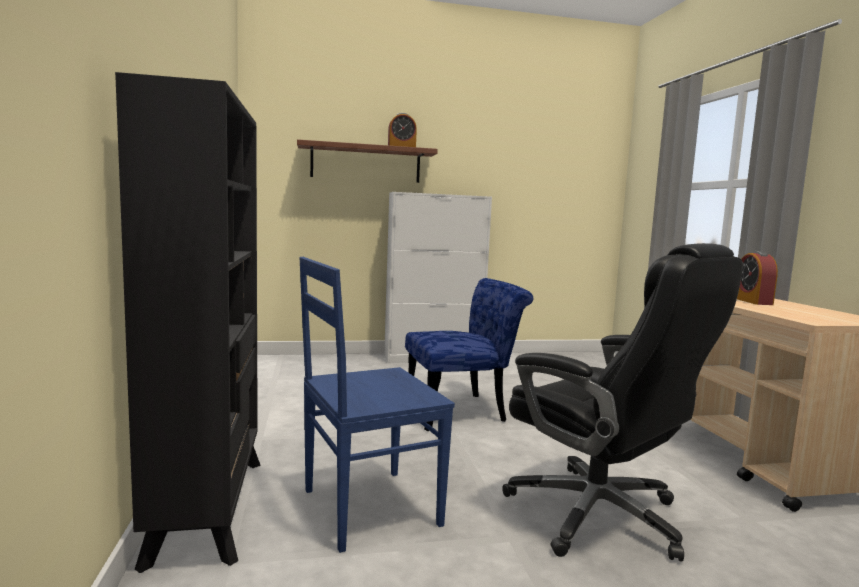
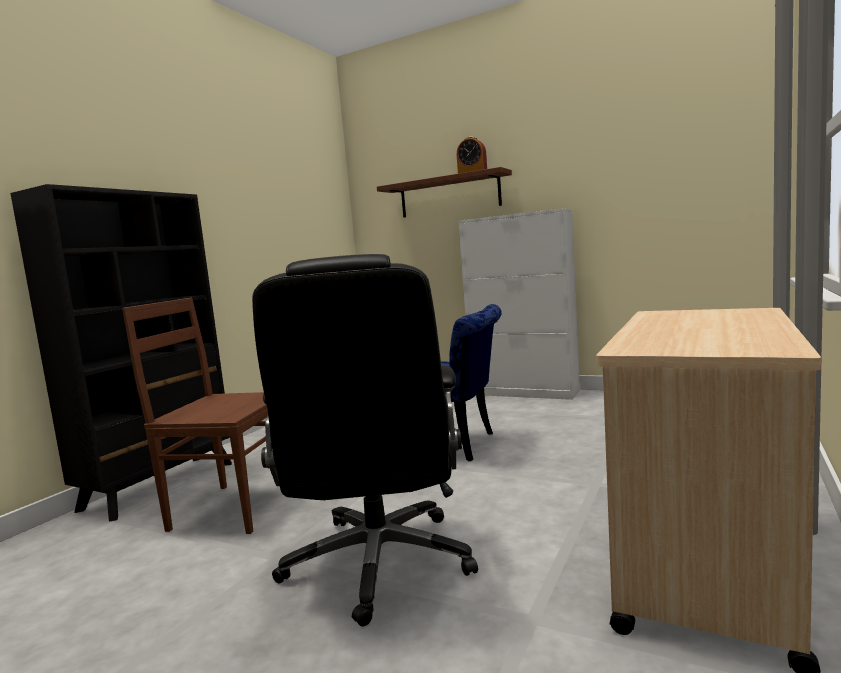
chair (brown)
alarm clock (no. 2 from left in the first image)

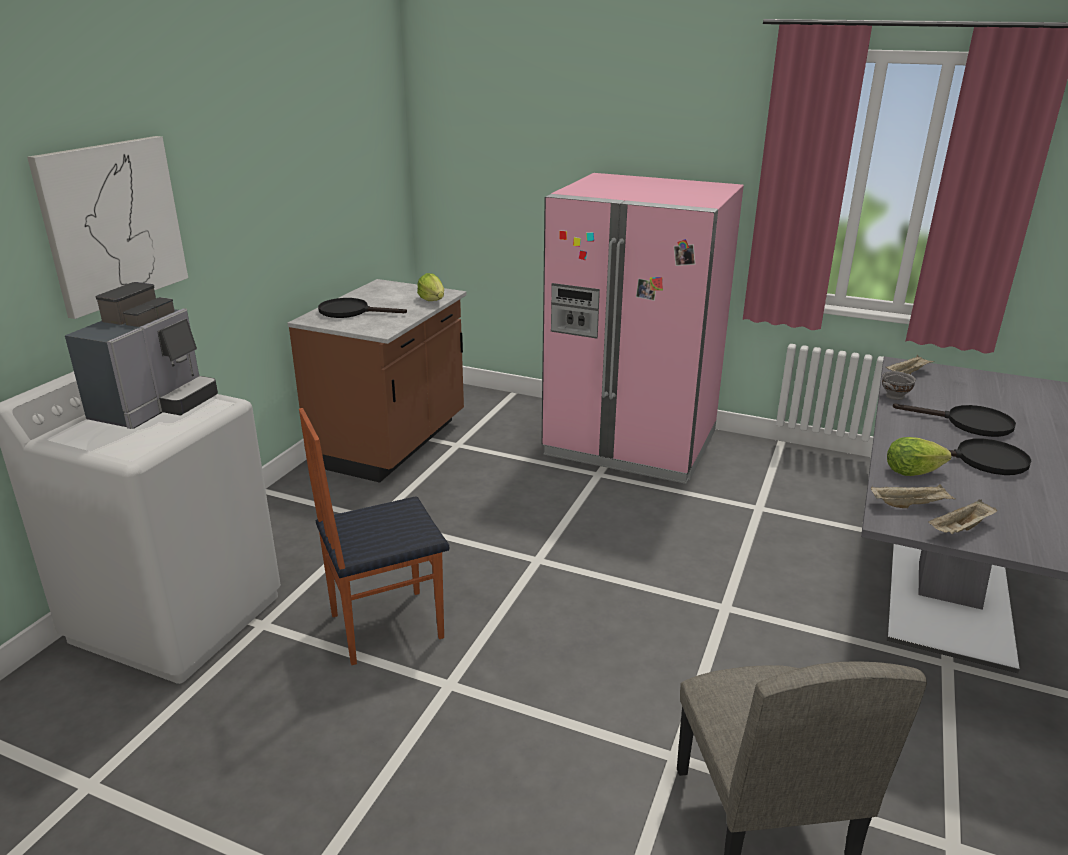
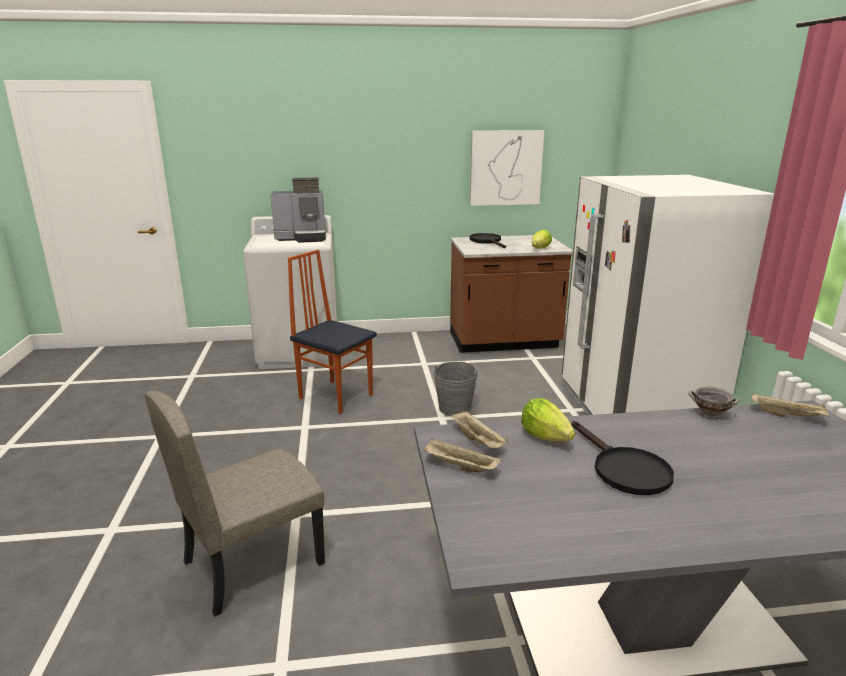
picture
fridge (white)
frying pan (black) (no. 2 from left in the first image)
bucket (grey)

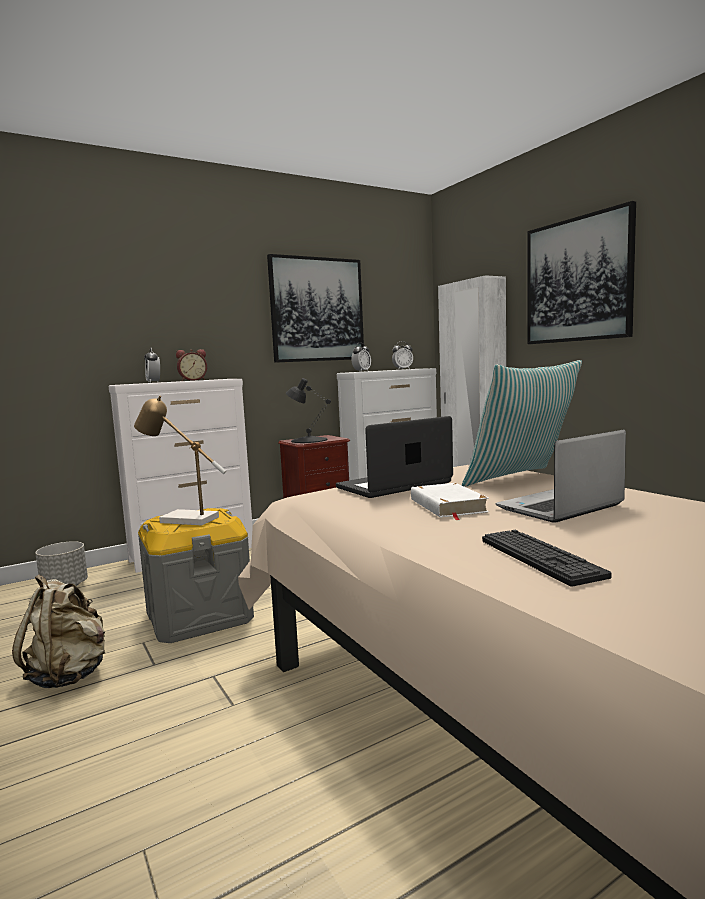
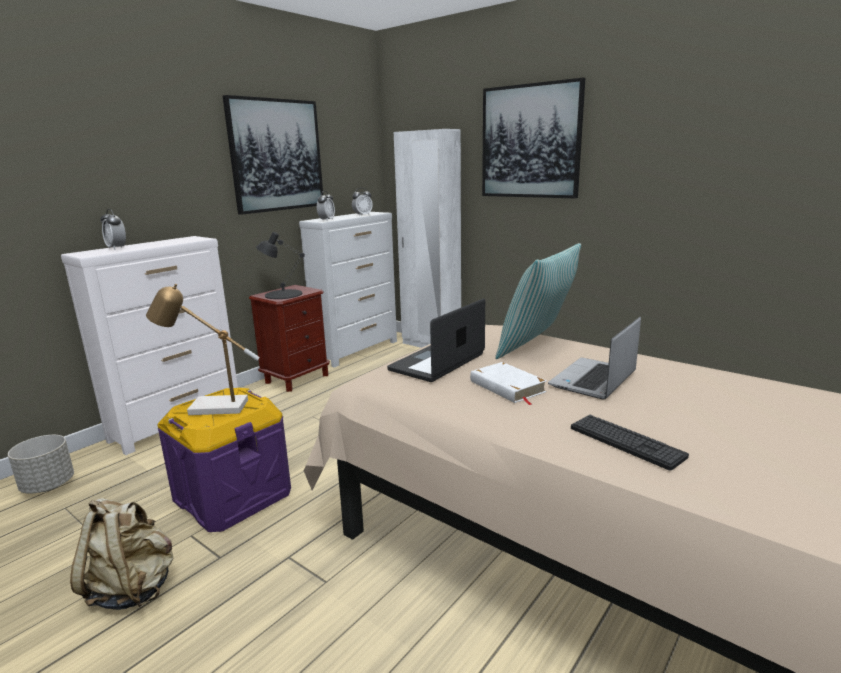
storage box (purple)
alarm clock (no. 2 from left in the first image)

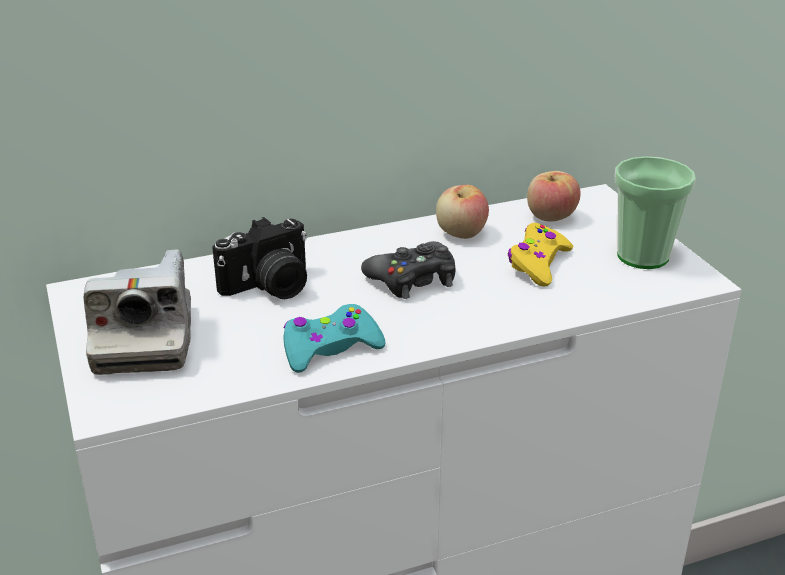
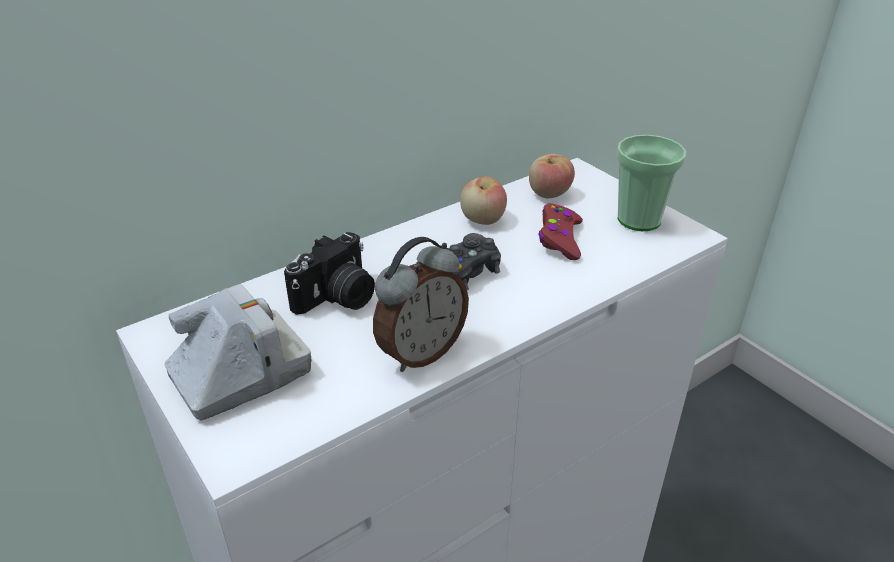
photo camera (no. 1 from left)
alarm clock
game controller (red)

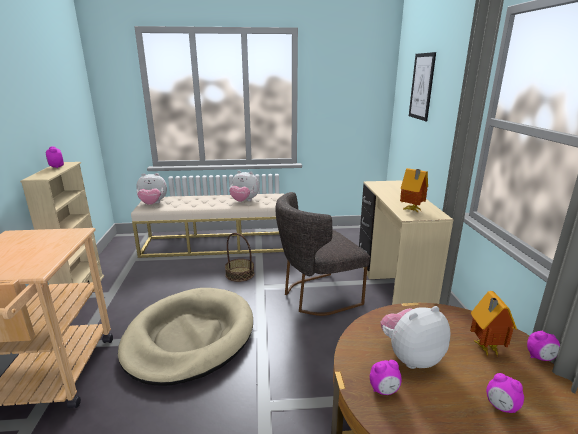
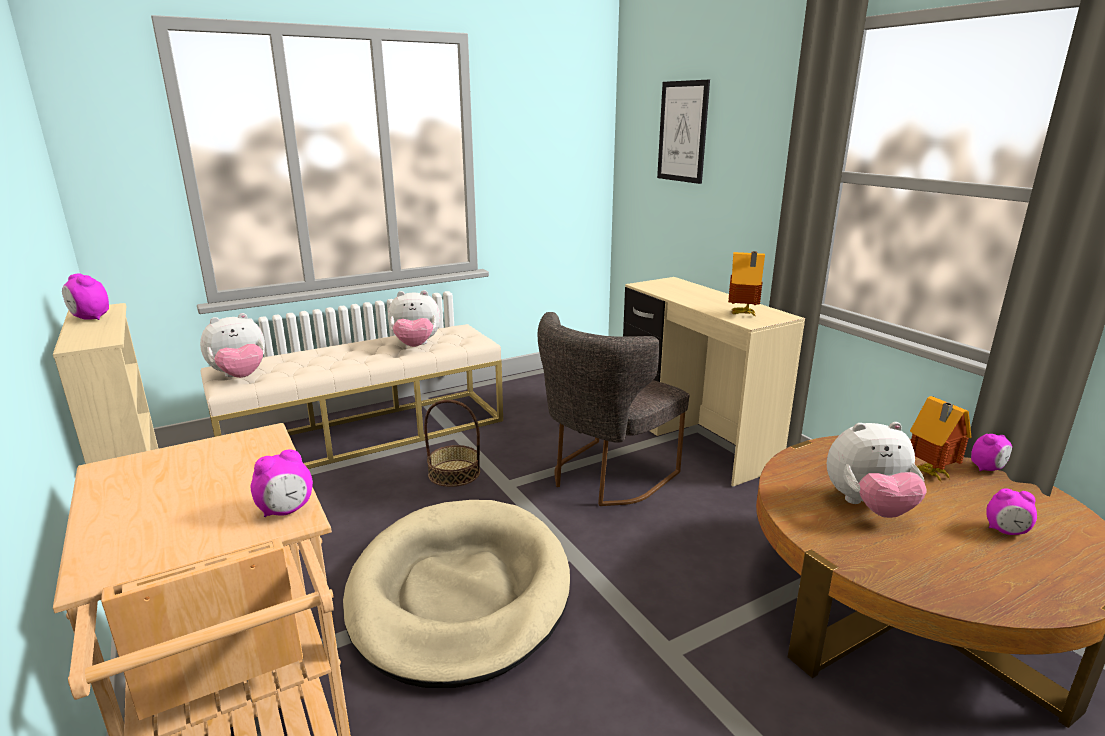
alarm clock (no. 2 from left)
plush toy (no. 3 from left)

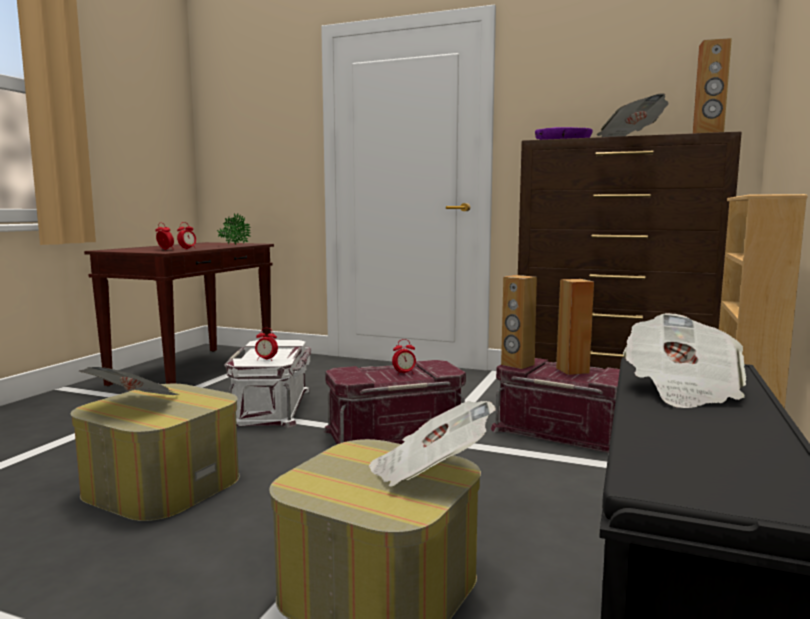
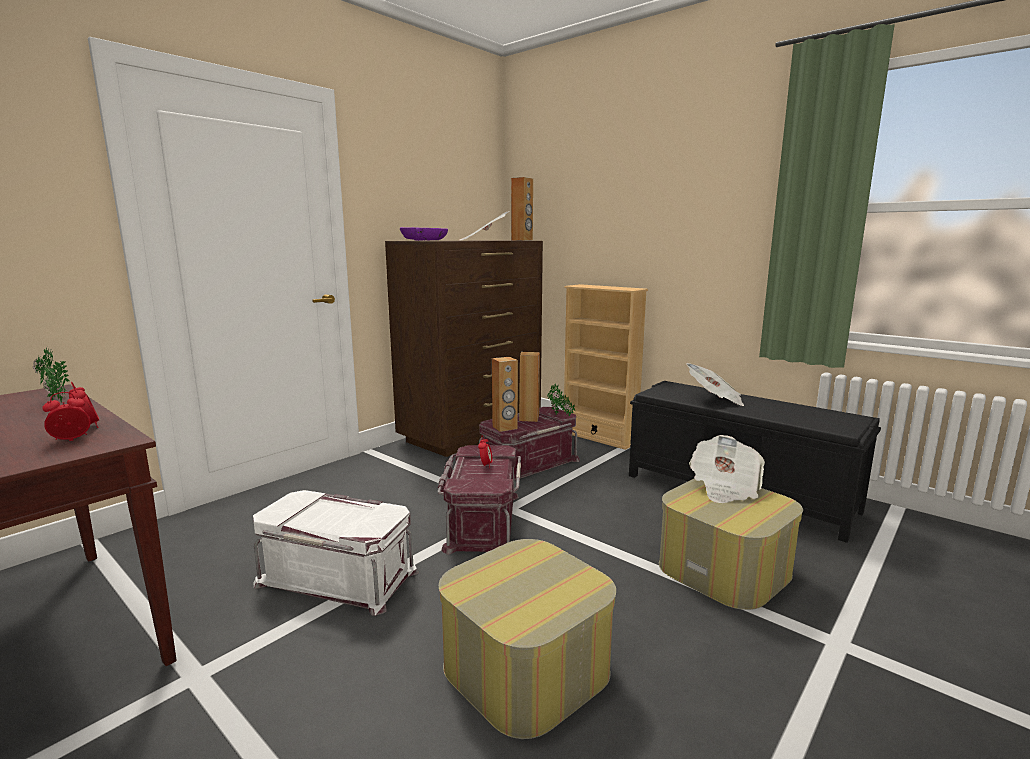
newspaper (no. 1 from left in the first image)
alarm clock (no. 3 from left in the first image)
potted plant (no. 2 from left)

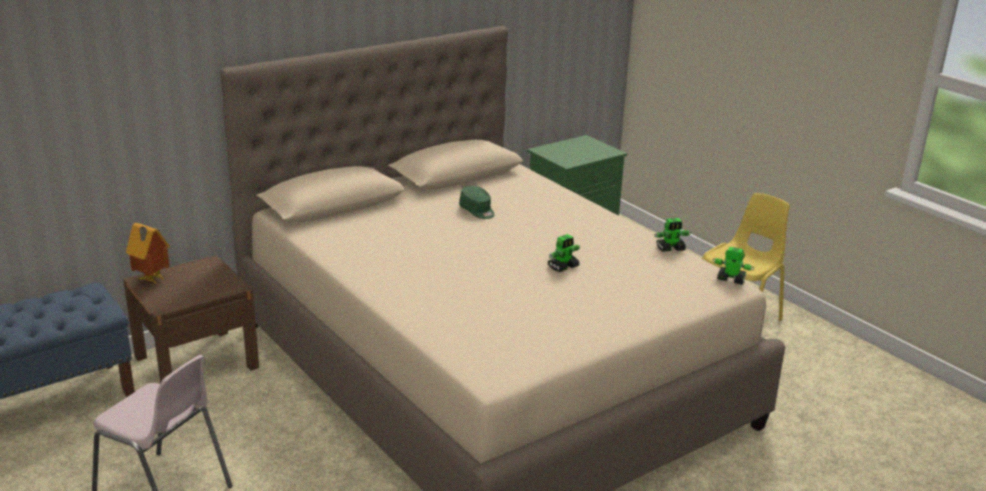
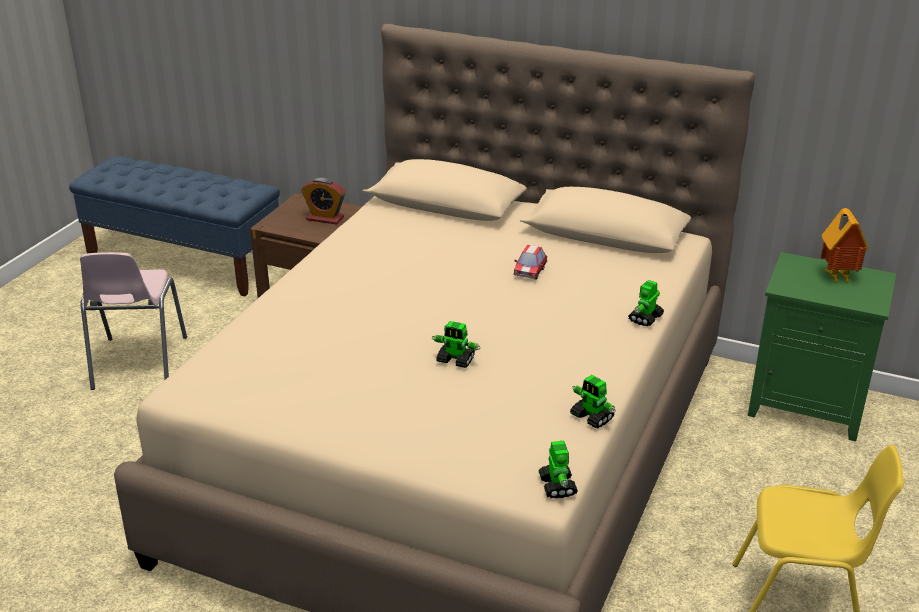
toy house
toy car
alarm clock
toy robot (no. 4 from left)

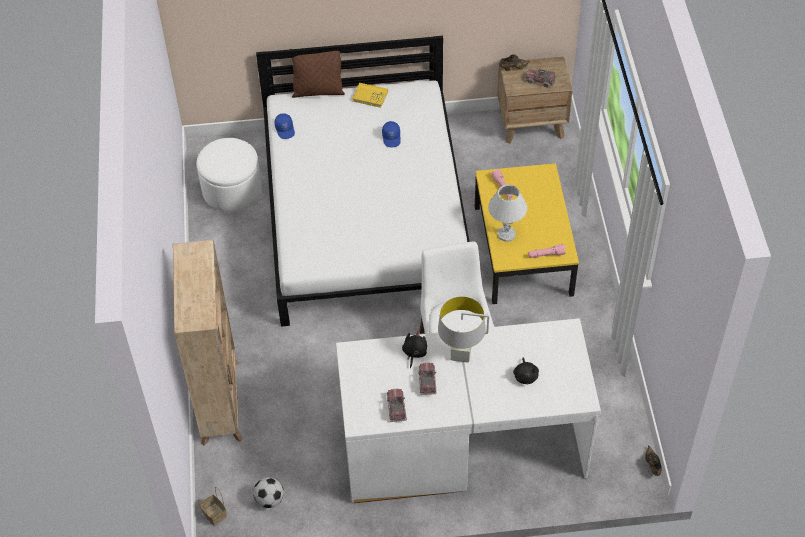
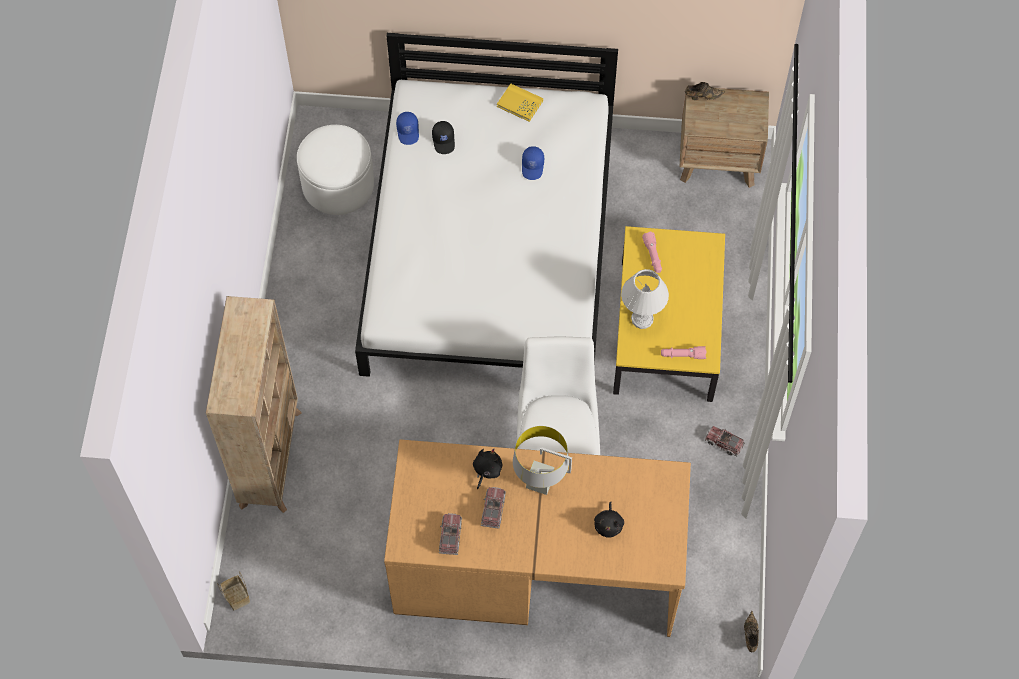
football
pillow (brown)
desk (brown)
toy truck (no. 3 from left)
cap (black)

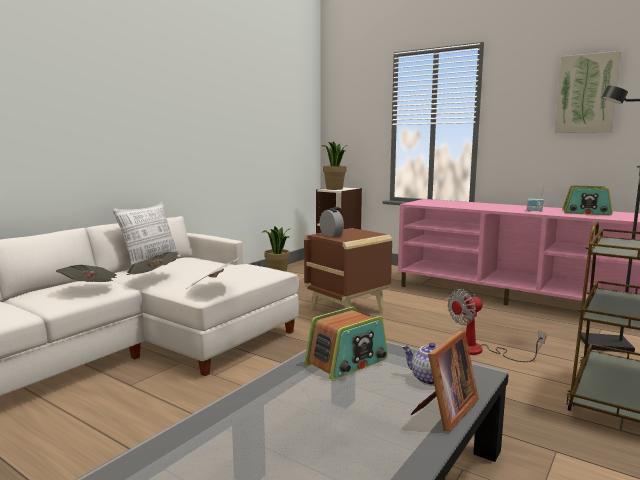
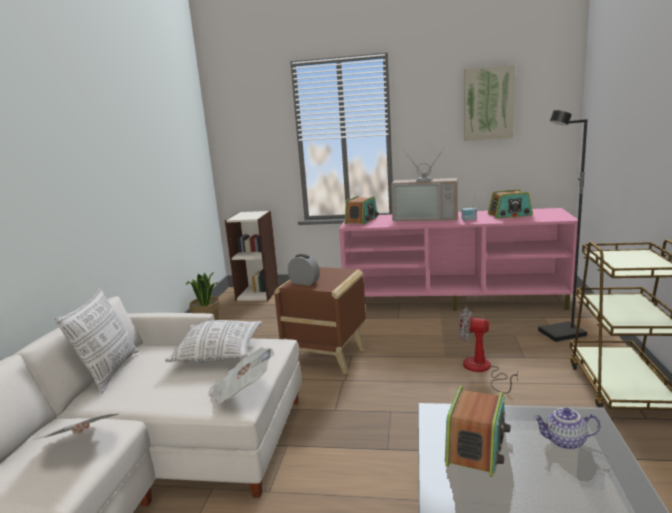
newspaper (no. 2 from left in the first image)
potted plant (no. 2 from left in the first image)
picture frame
fan
pillow (no. 2 from left)
radio (no. 1 from left)
television

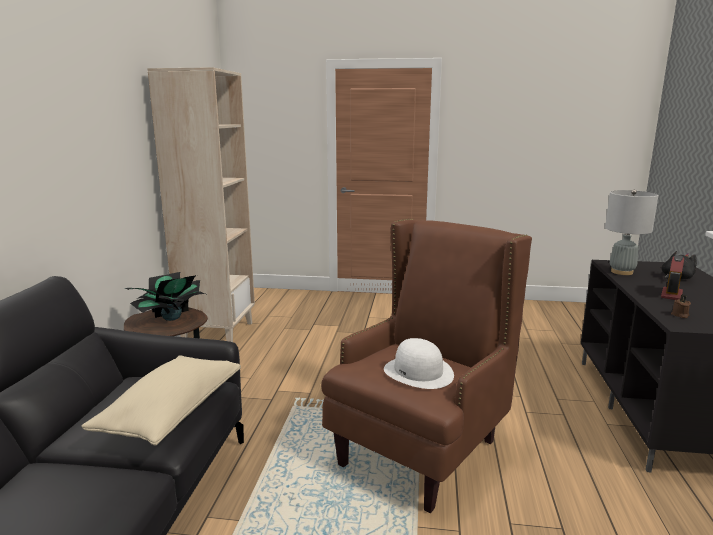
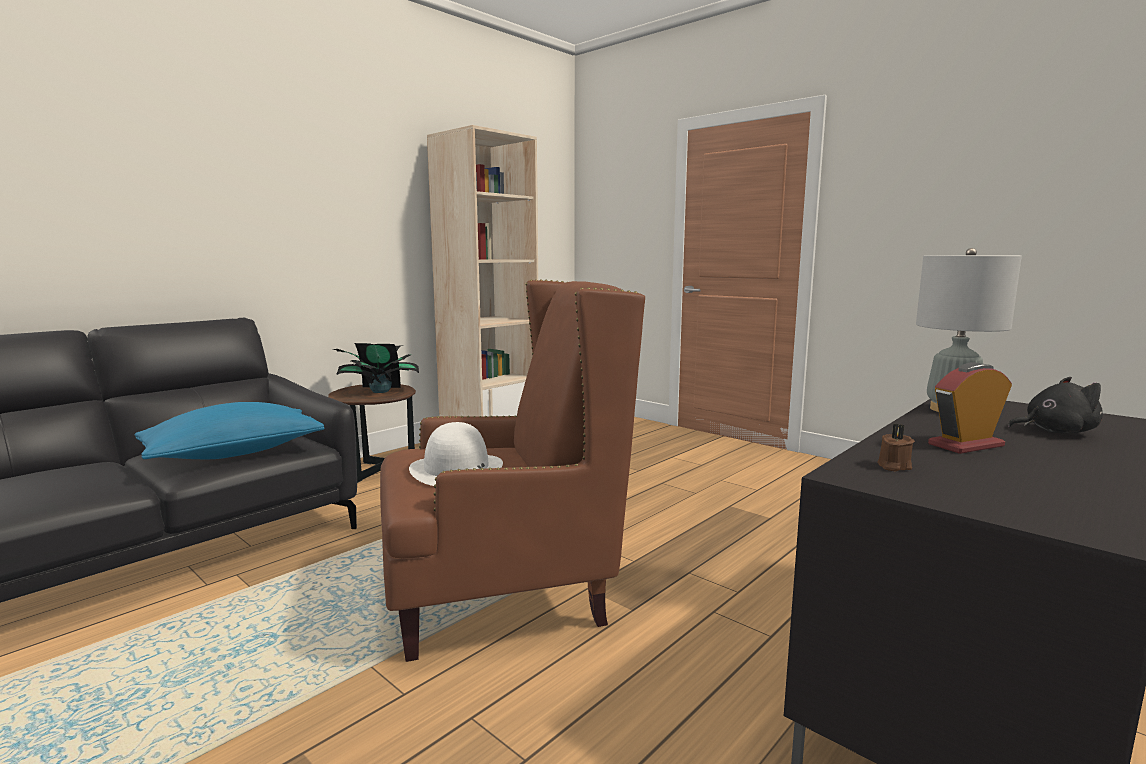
pillow (blue)

